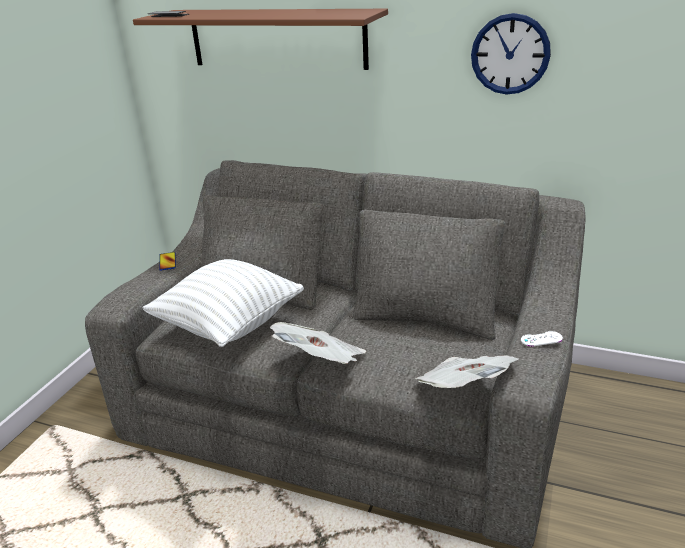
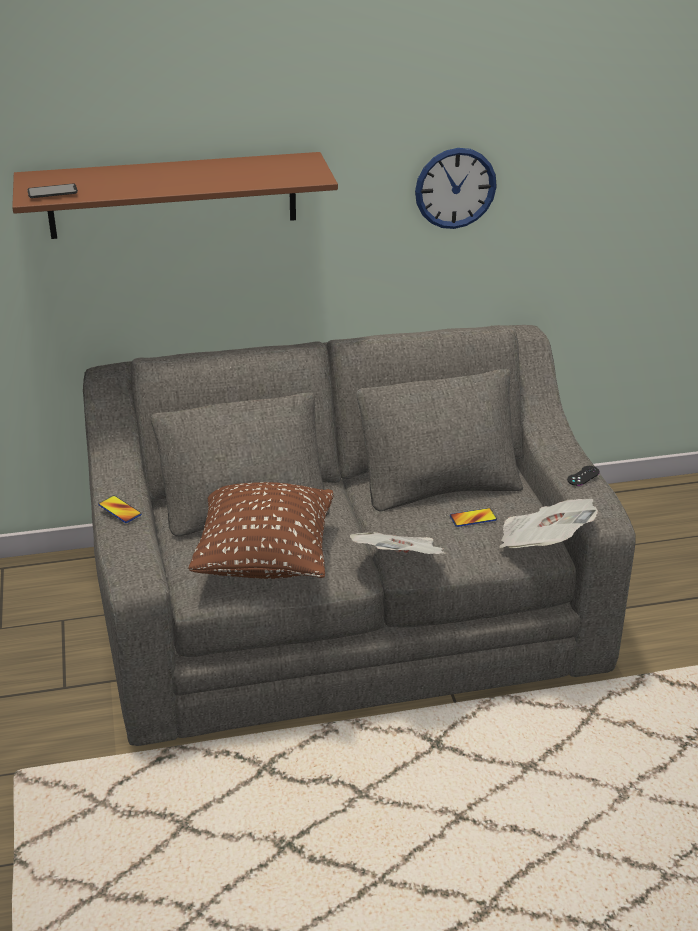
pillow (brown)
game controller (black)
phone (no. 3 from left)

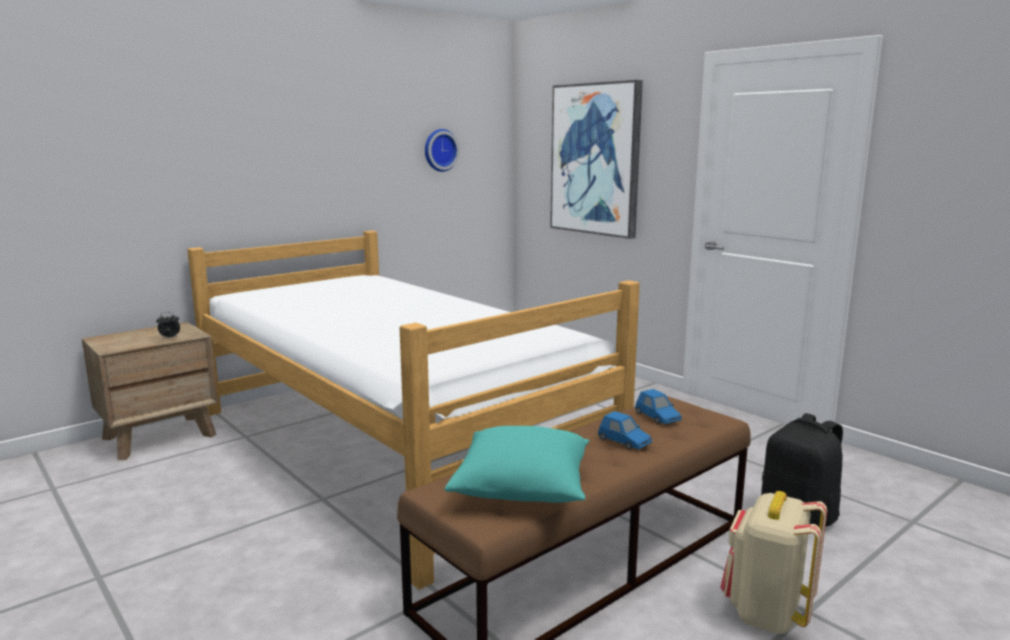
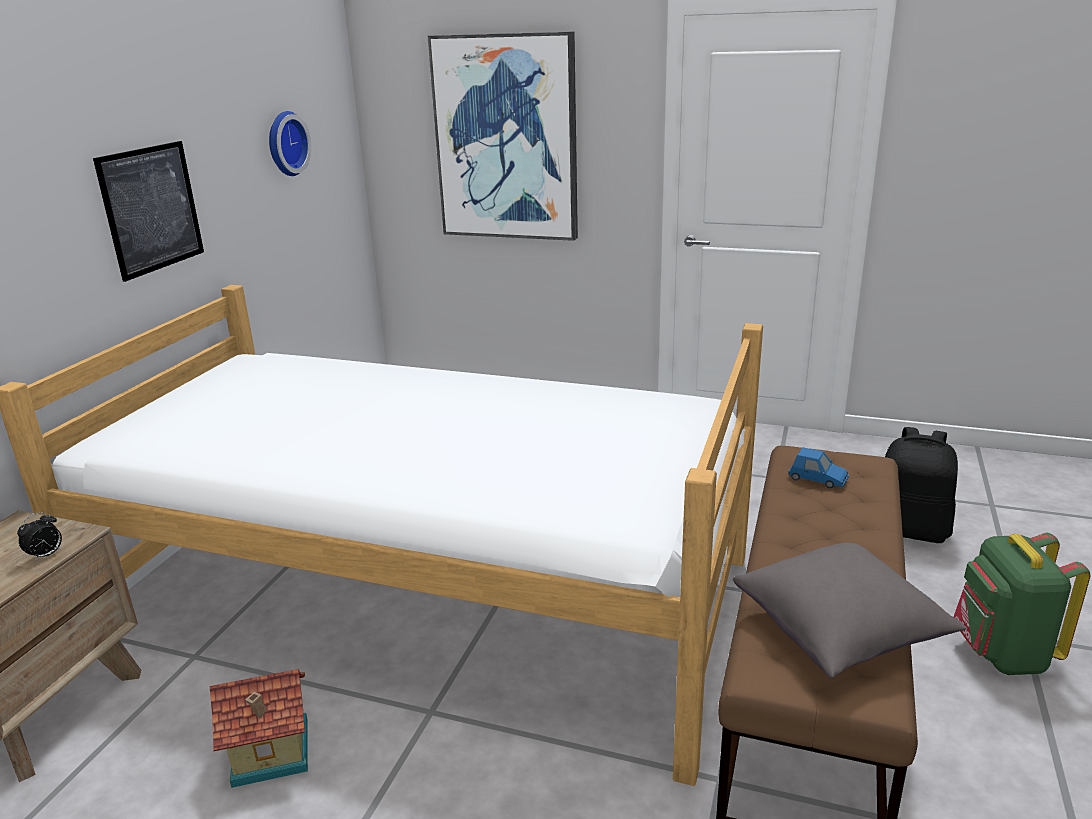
pillow (grey)
toy car (blue) (no. 1 from left in the first image)
backpack (green)
picture (no. 1 from left)
toy house

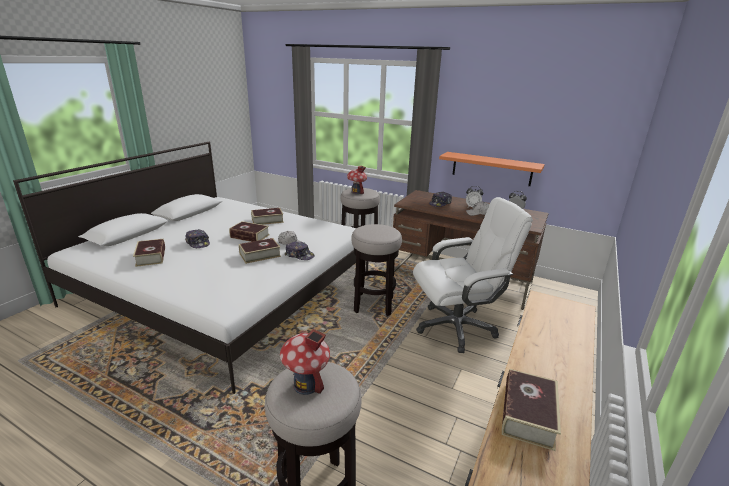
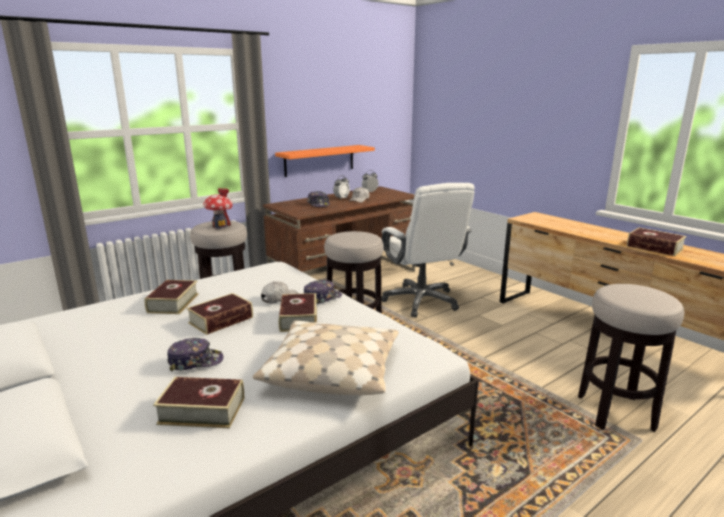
toy house (no. 1 from left in the first image)
office chair (white)
pillow (beige)

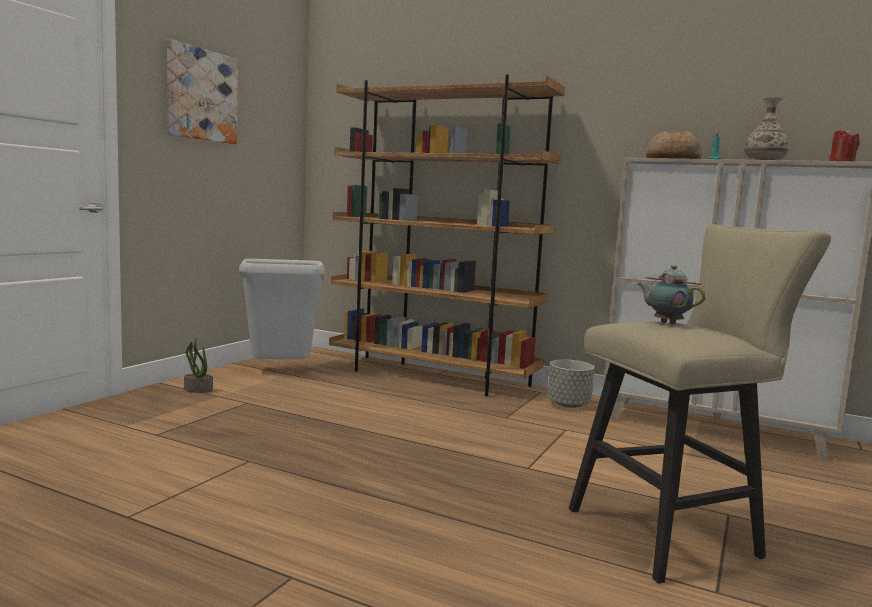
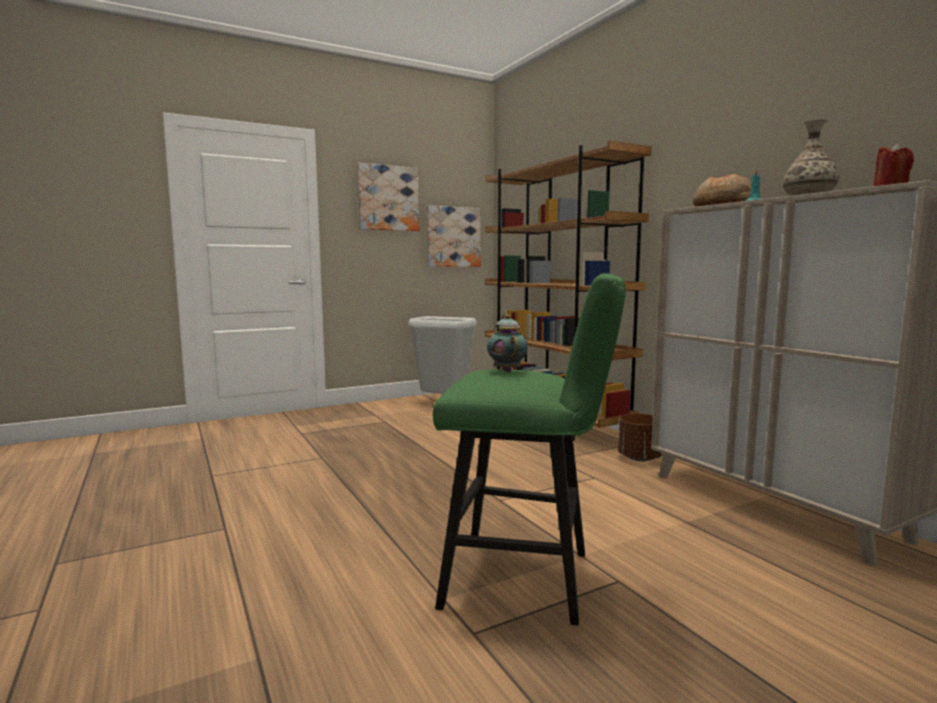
potted plant
planter (brown)
stool (green)
picture (no. 2 from left)

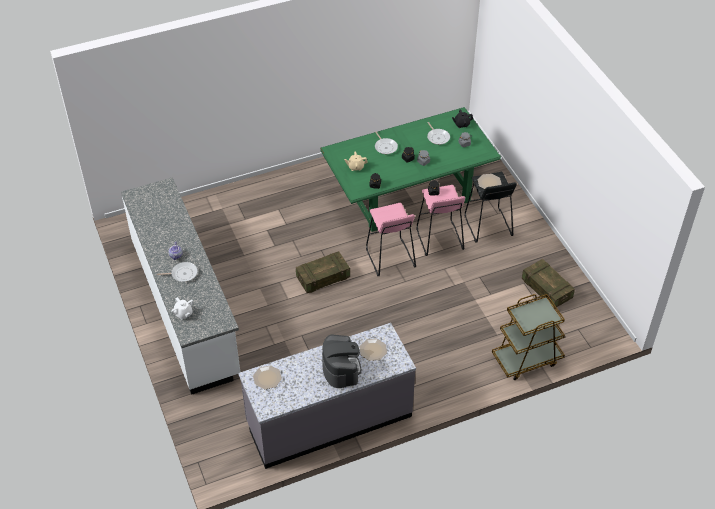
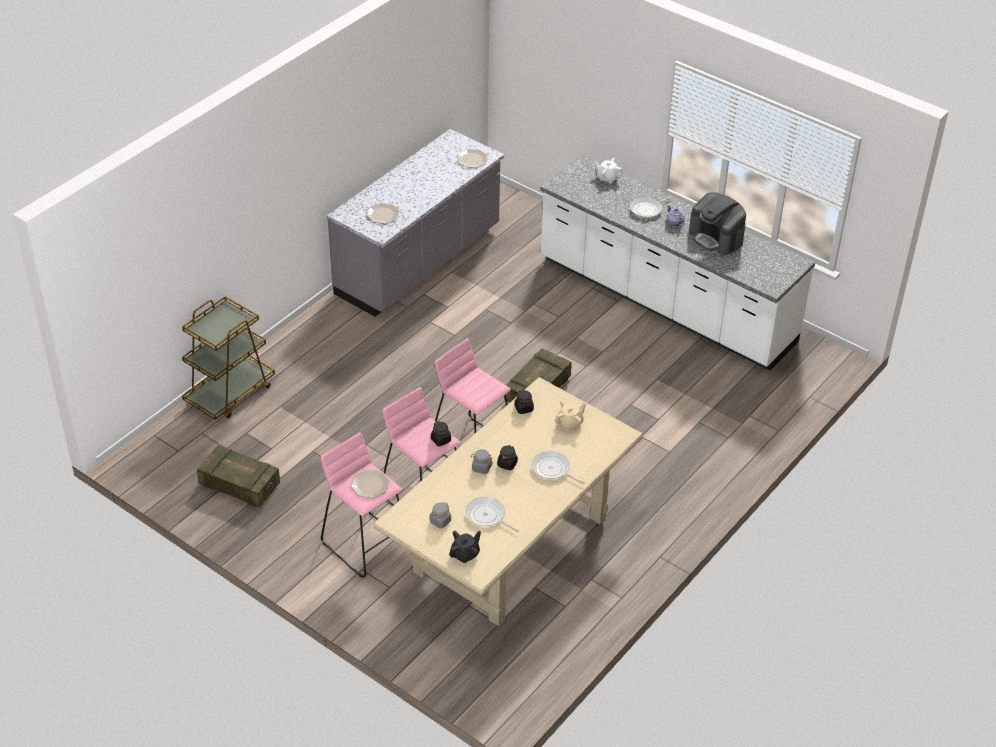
dining table (beige)
coffee machine
stool (pink) (no. 1 from left)

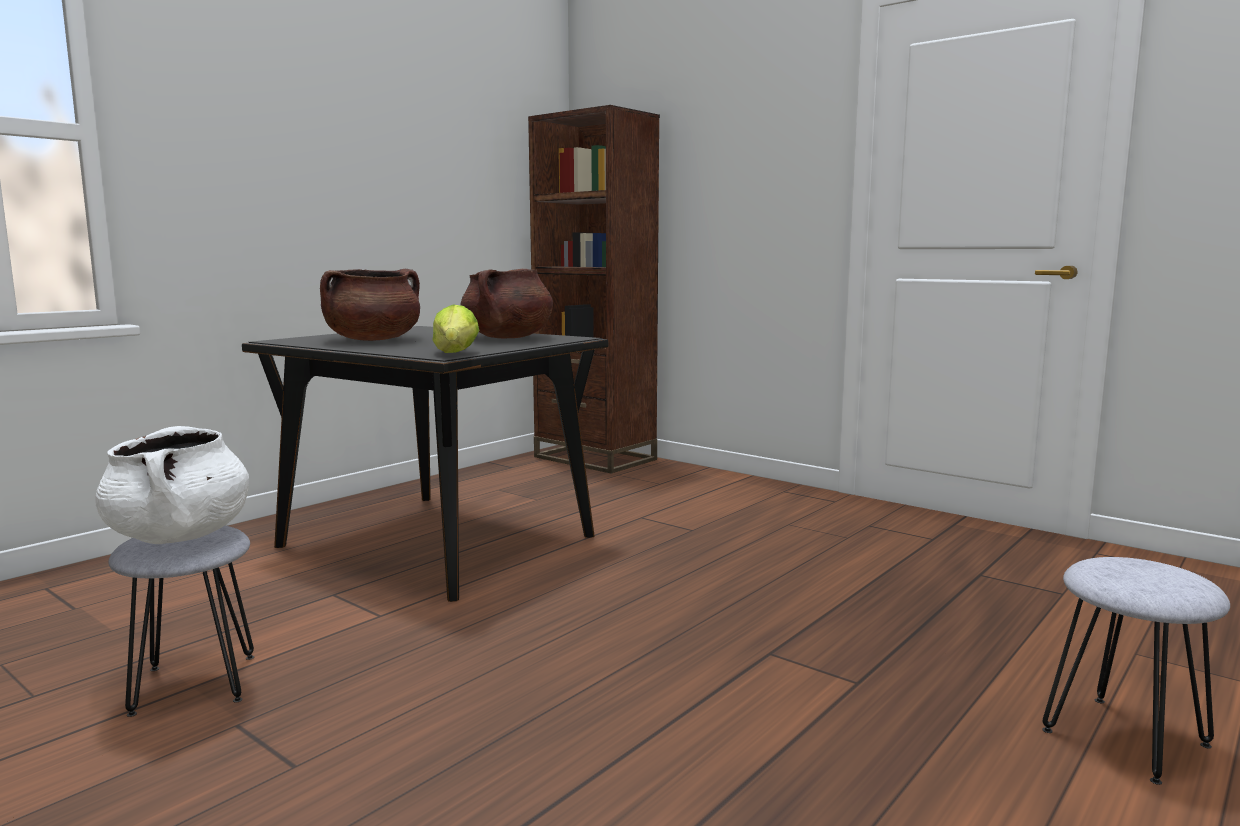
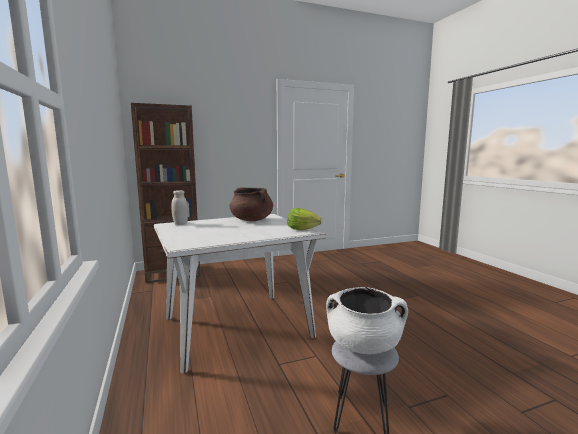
dining table (white)
cooking pot (brown) (no. 1 from left in the first image)
stool (grey) (no. 2 from left in the first image)
jar (white)

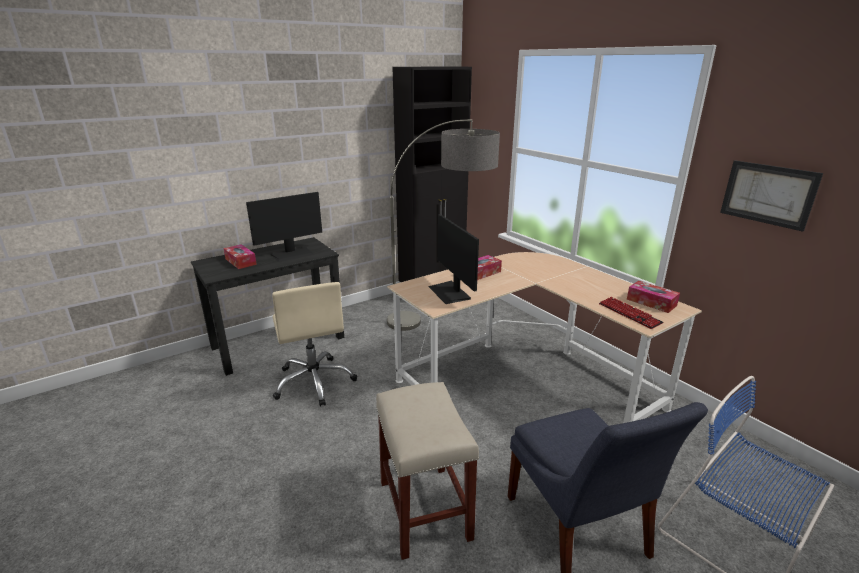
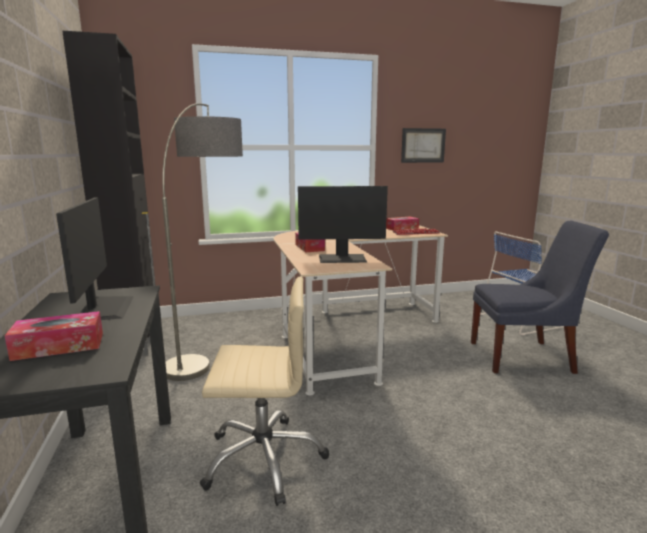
stool (beige)

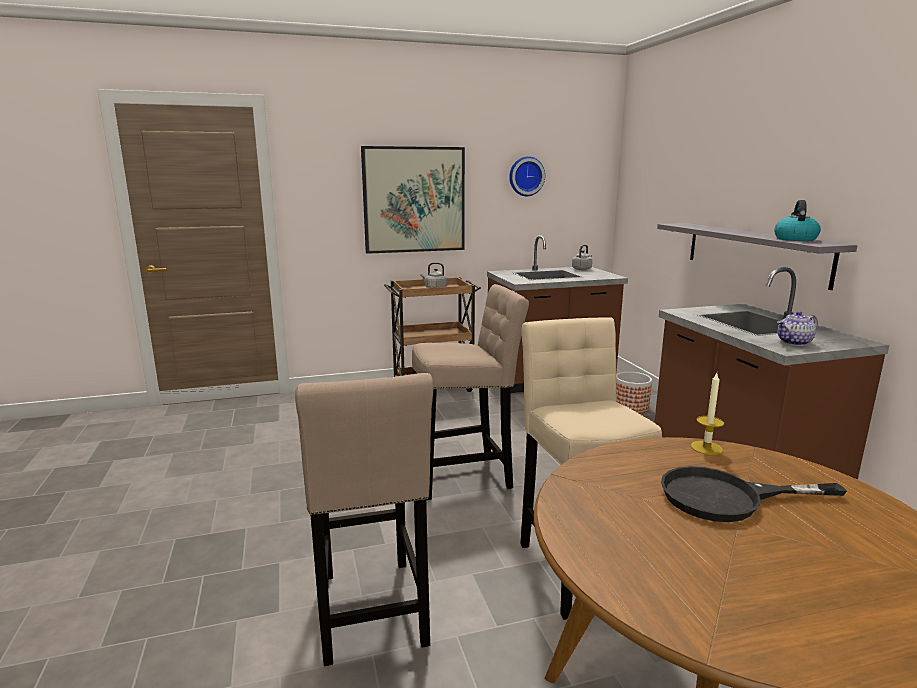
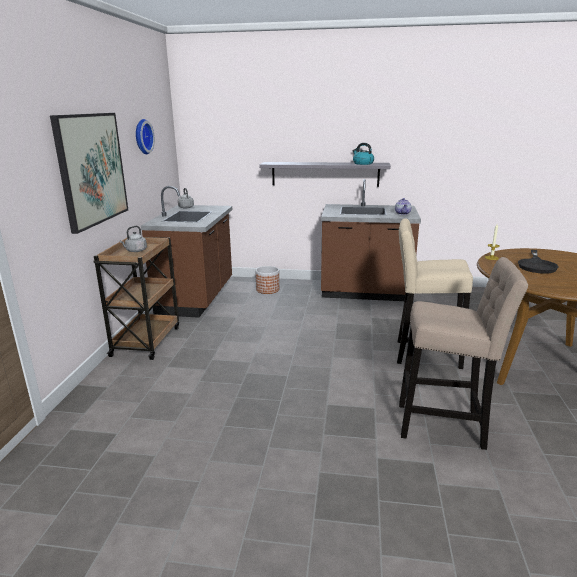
stool (beige) (no. 2 from left in the first image)

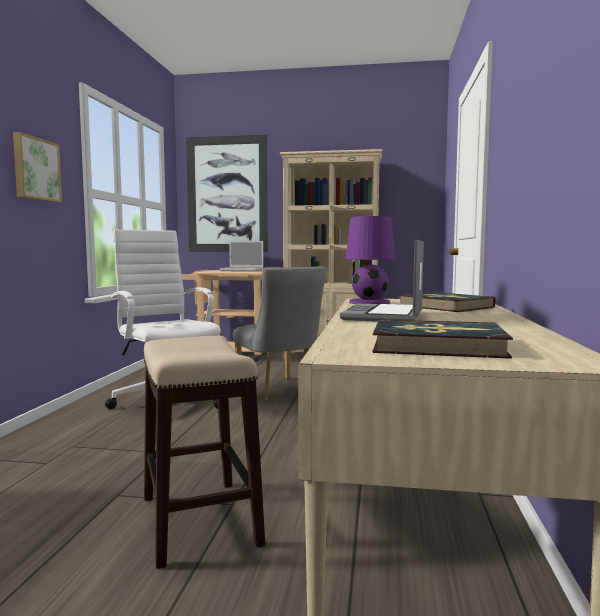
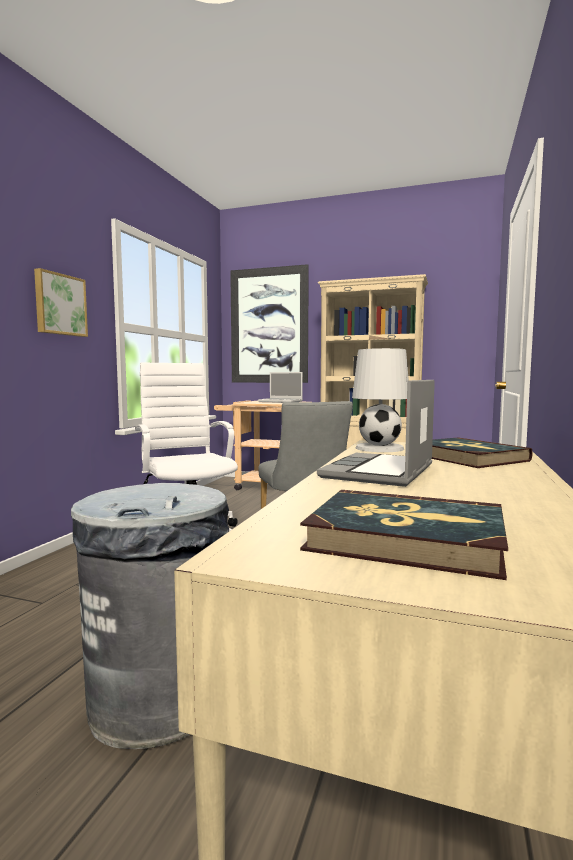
trash can (grey)
table lamp (white)

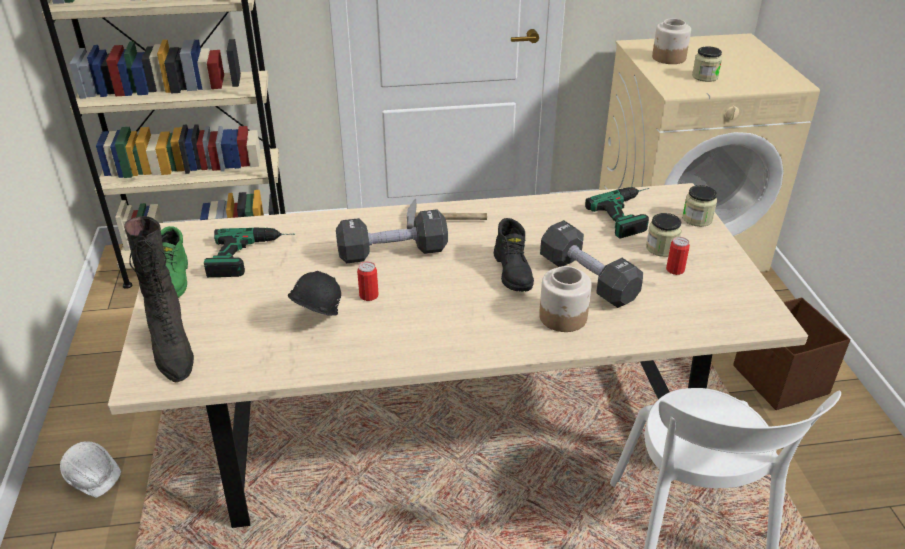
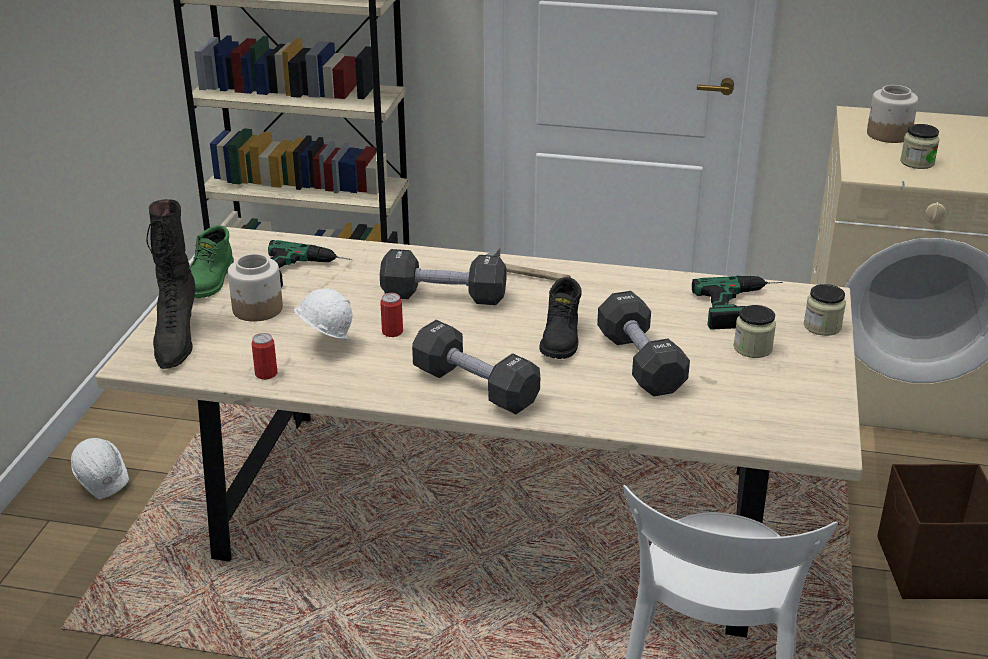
hard hat (white) (no. 2 from left)
jar (no. 1 from left)
can (no. 1 from left)
dumbbell (black) (no. 2 from left)

